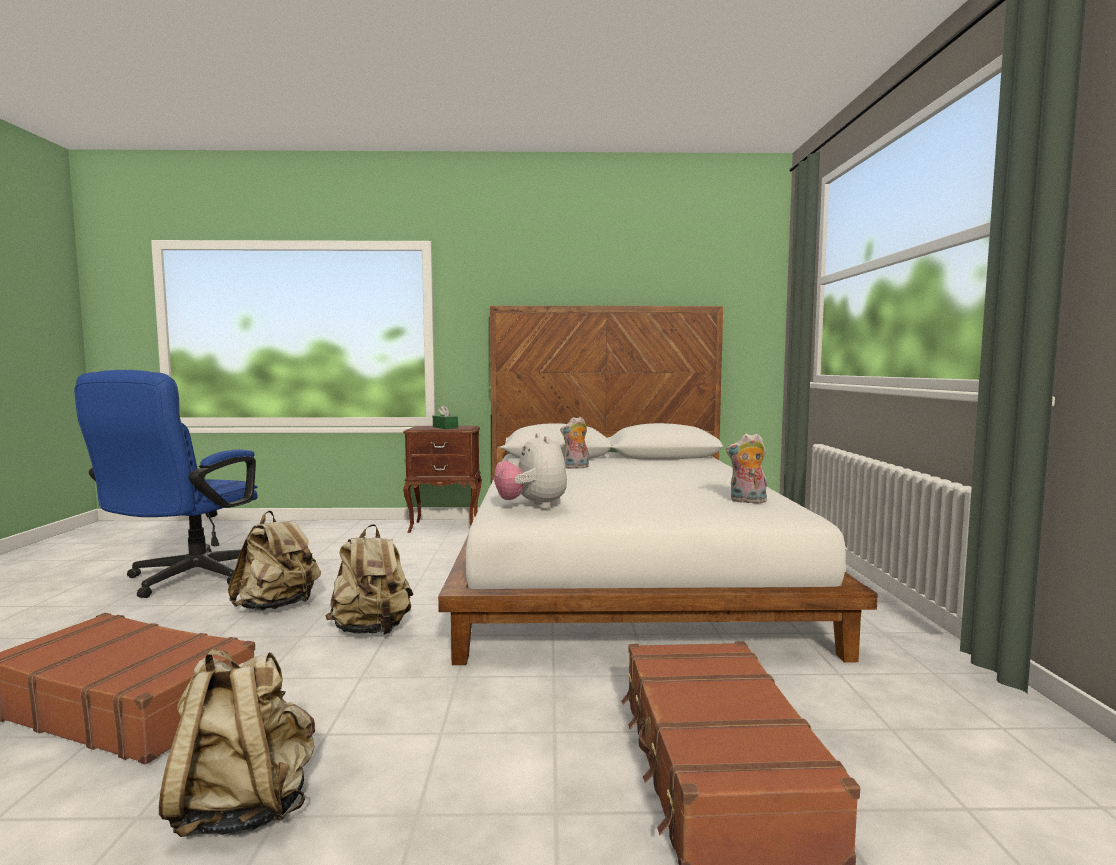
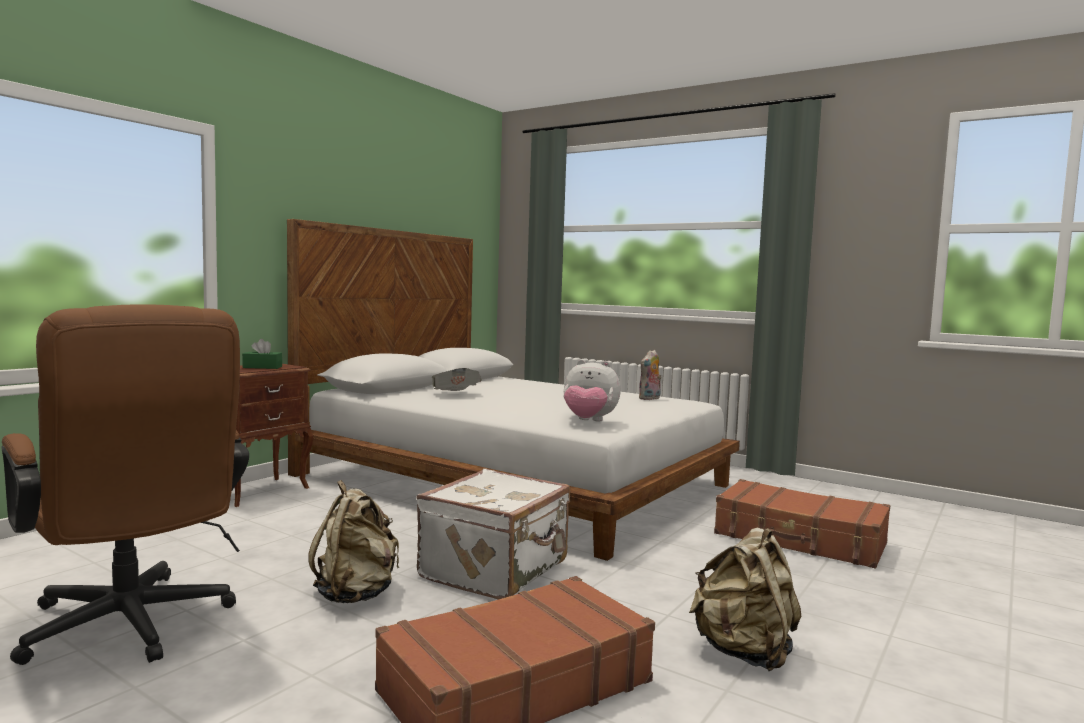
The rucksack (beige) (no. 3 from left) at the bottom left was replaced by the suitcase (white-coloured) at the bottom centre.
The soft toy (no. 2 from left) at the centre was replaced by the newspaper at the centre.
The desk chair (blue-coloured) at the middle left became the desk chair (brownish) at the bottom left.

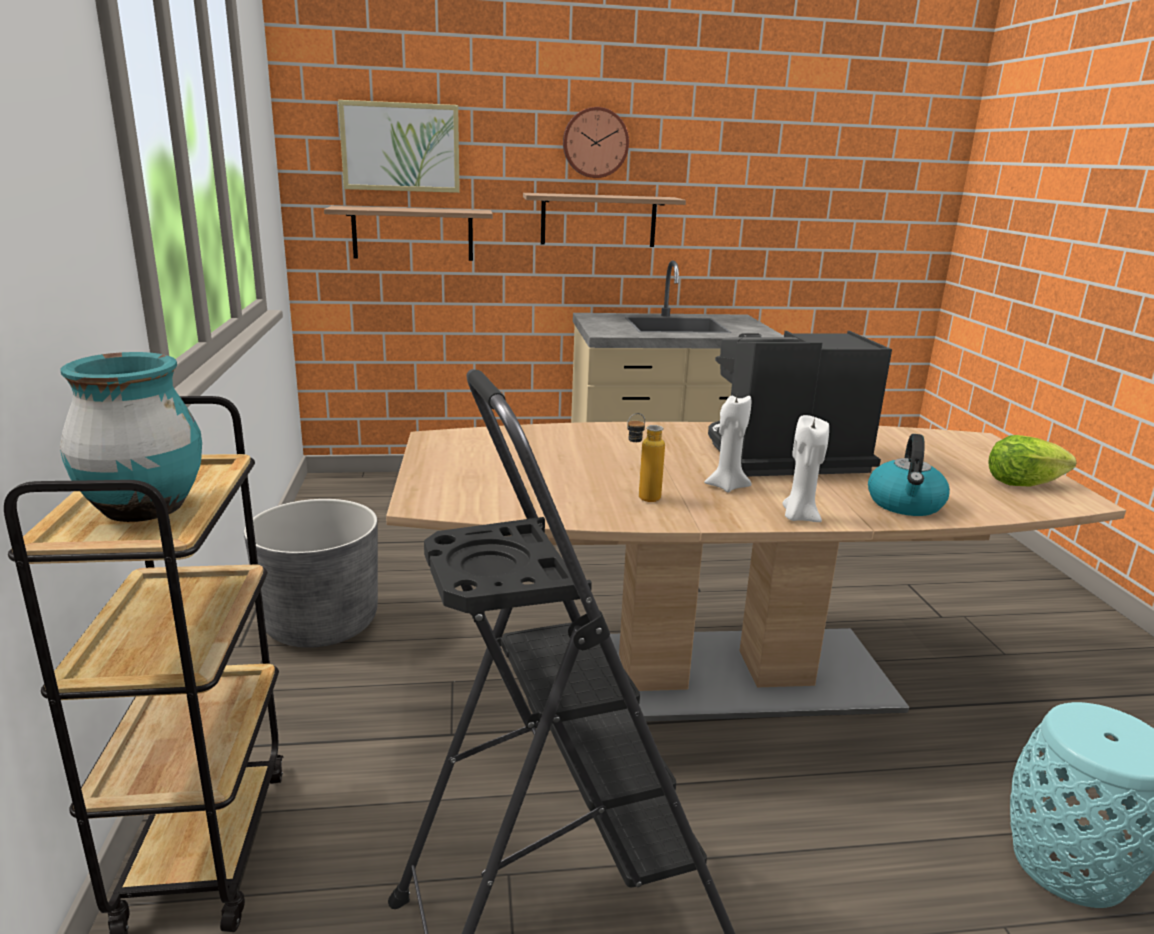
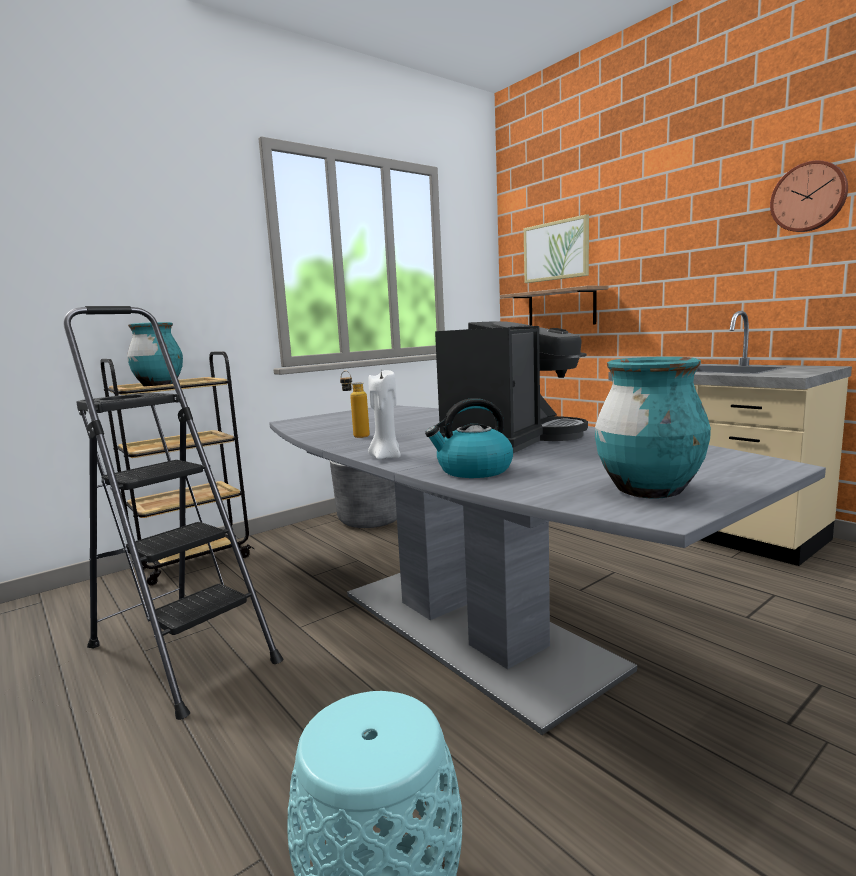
The shelf (no. 2 from left) at the top centre disappeared.
The candle (white-coloured) (no. 1 from left) at the centre disappeared.
The wall clock moved from the top centre to the top right.
The lettuce head at the middle right was replaced by the flower vase (blue-green) (no. 2 from left) at the middle right.
The dining table (brownish) at the centre became the dining table (grey) at the centre.
The coffee machine at the middle right turned 75 degrees clockwise.

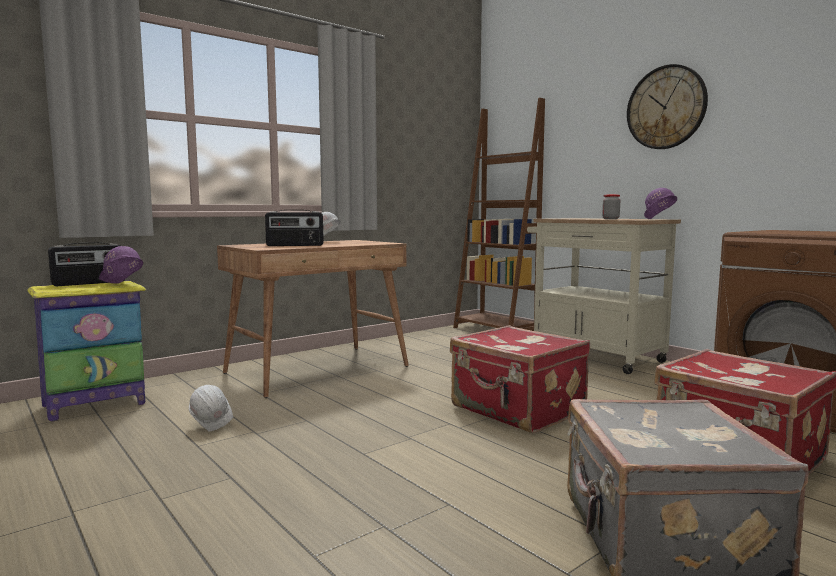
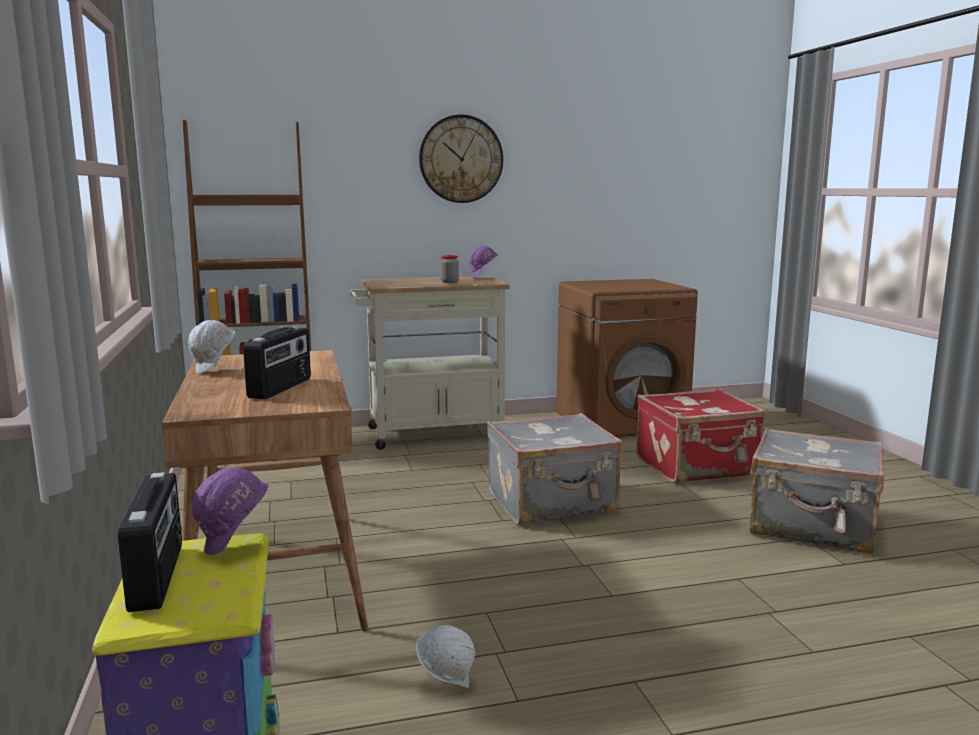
The suitcase (red) (no. 1 from left) at the centre became the suitcase (grey) (no. 1 from left) at the centre.

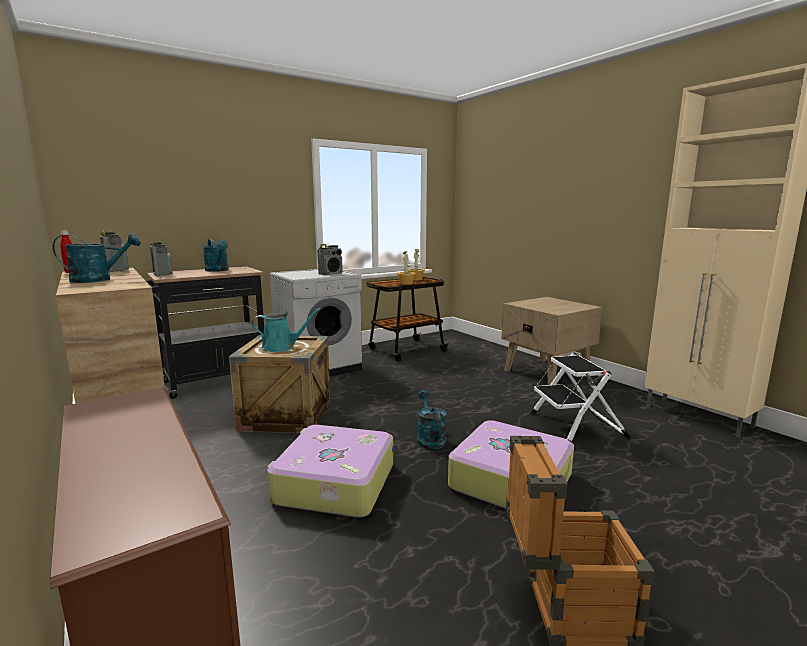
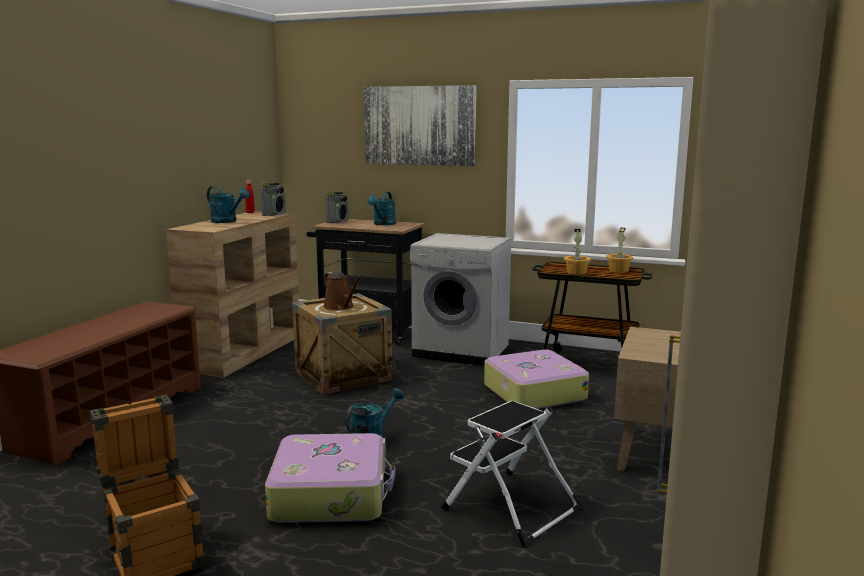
The radio receiver (no. 3 from left) at the centre disappeared.
The picture at the top centre appeared.
The suitcase (no. 1 from left in the first image) moved from the bottom centre to the centre.
The watering can (blue-green) (no. 3 from left) at the centre became the watering can (brownish) at the centre.

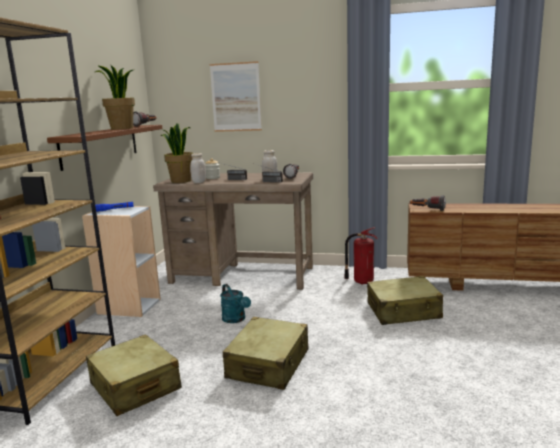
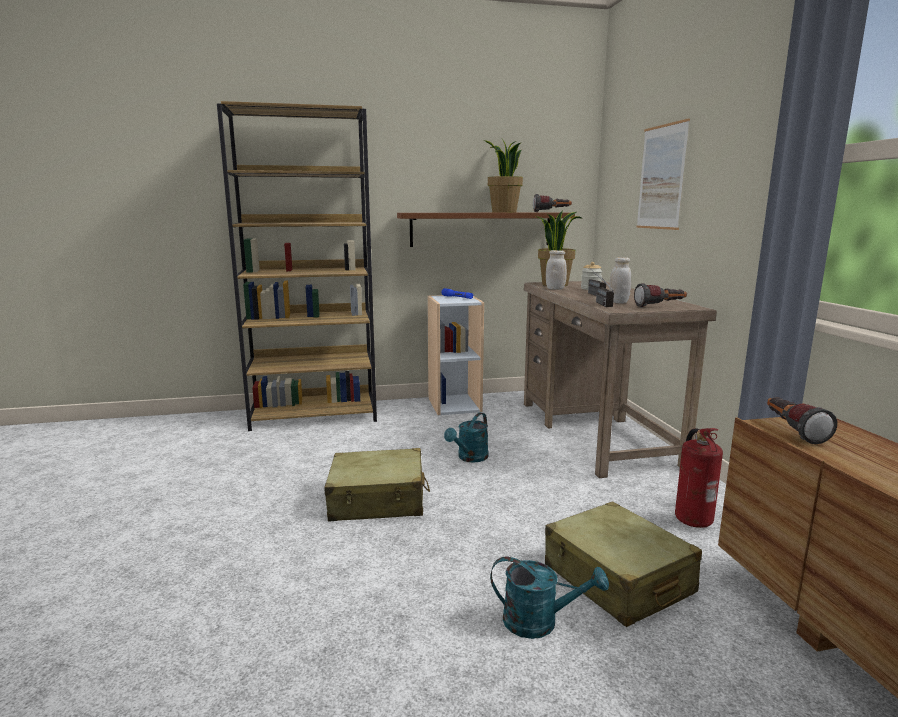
The suitcase (beige) (no. 1 from left) at the bottom left disappeared.
The watering can (blue-green) (no. 2 from left) at the bottom centre appeared.

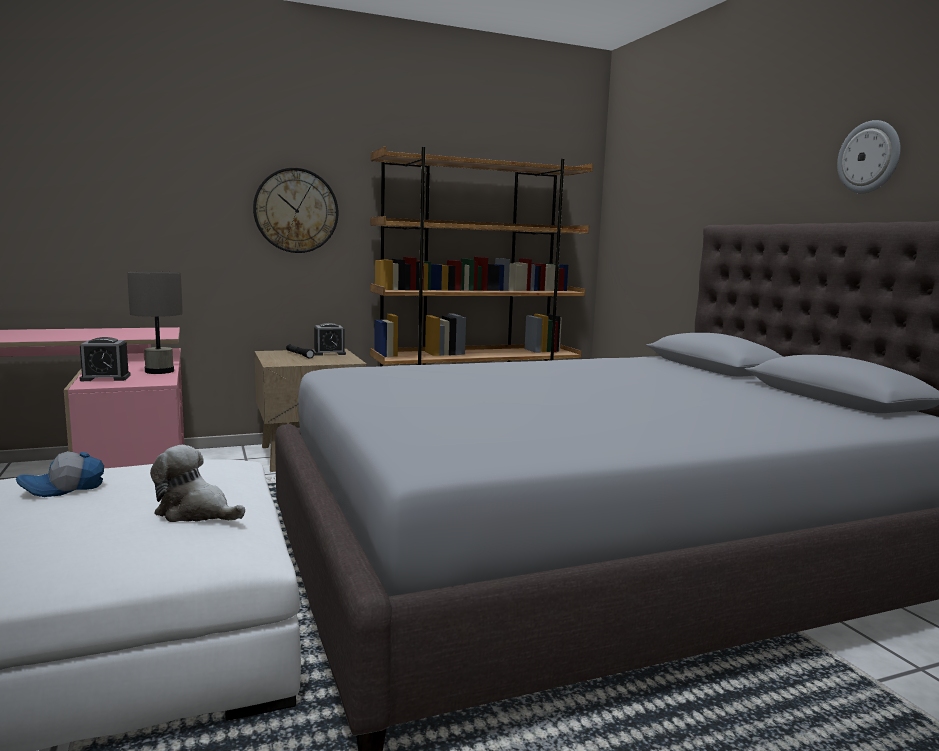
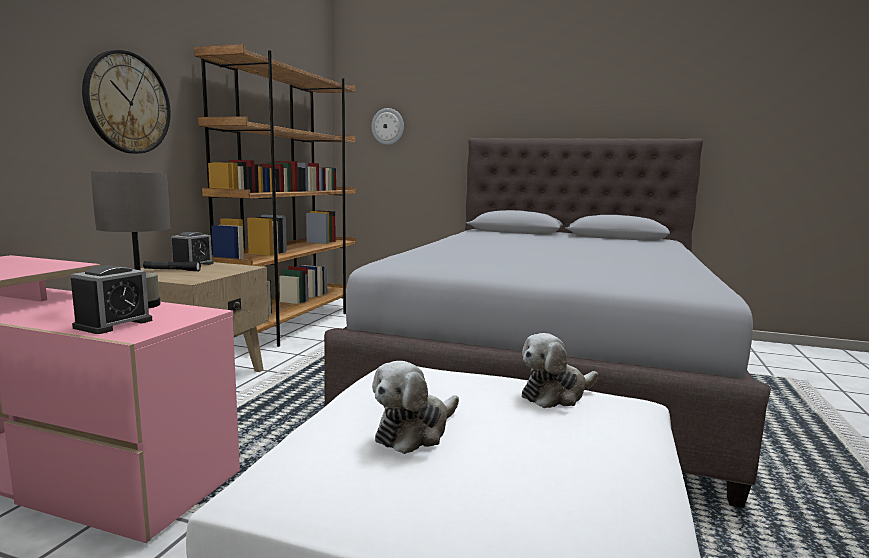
The wall clock (no. 2 from left) moved from the top right to the top centre.
The cap at the middle left was replaced by the soft toy (no. 1 from left) at the bottom centre.

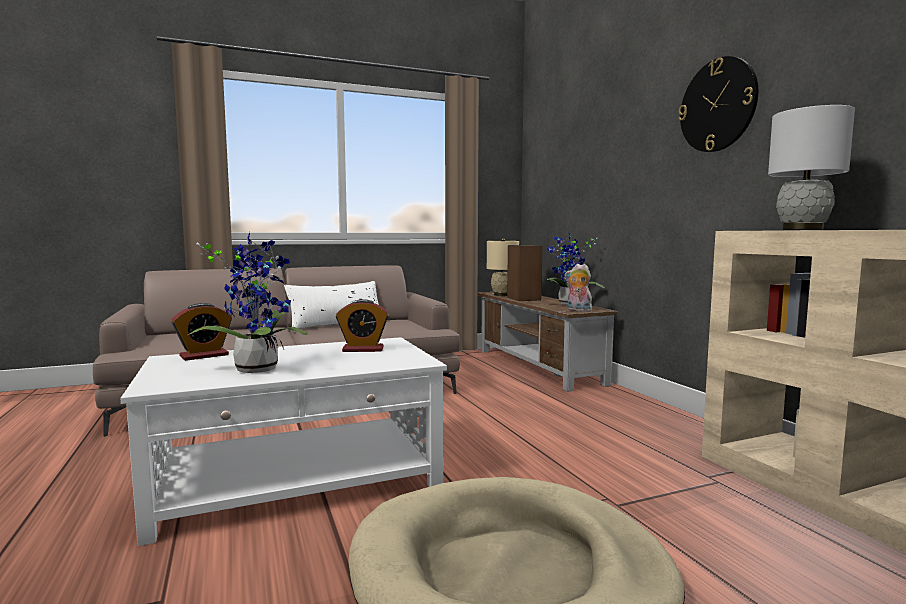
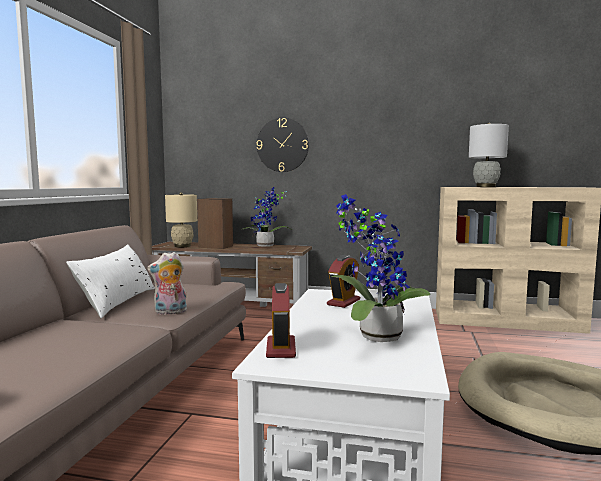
The soft toy moved from the centre to the middle left.
The wall clock moved from the top right to the top centre.

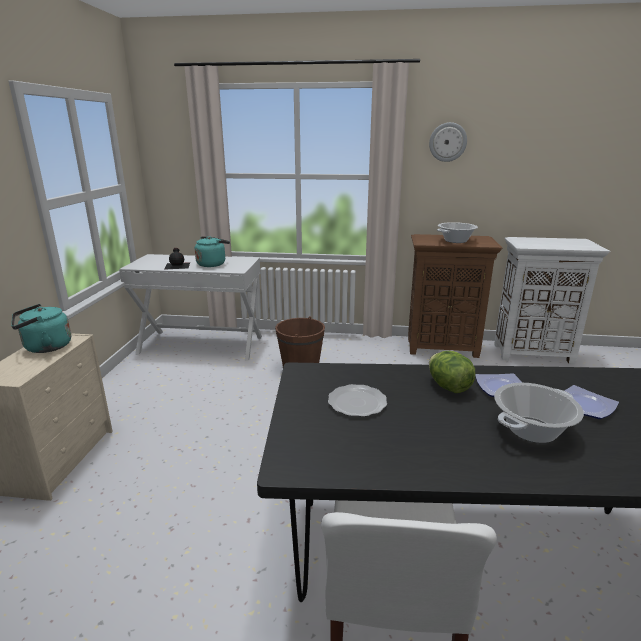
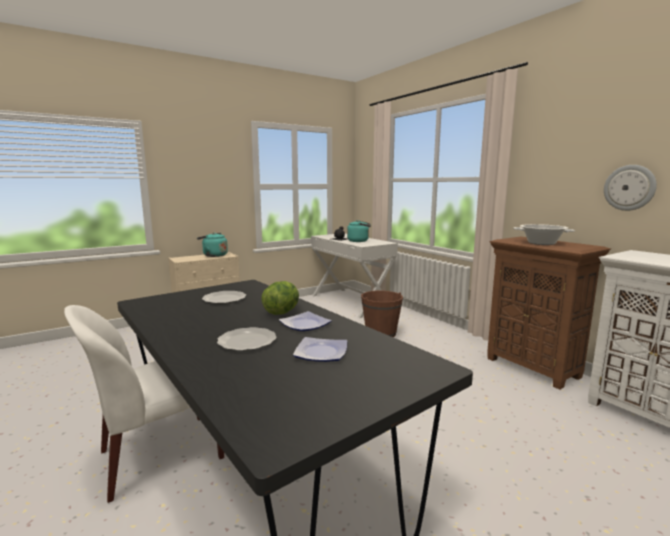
The wall clock moved from the top right to the middle right.
The cooking pot (no. 2 from left) at the middle right was replaced by the plate (no. 2 from left) at the centre.

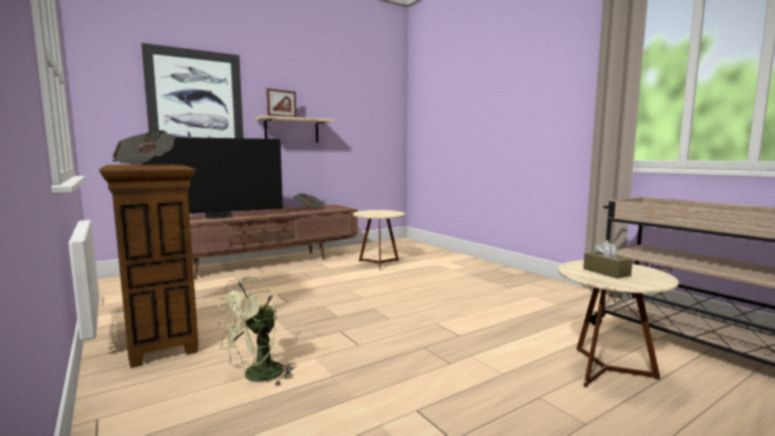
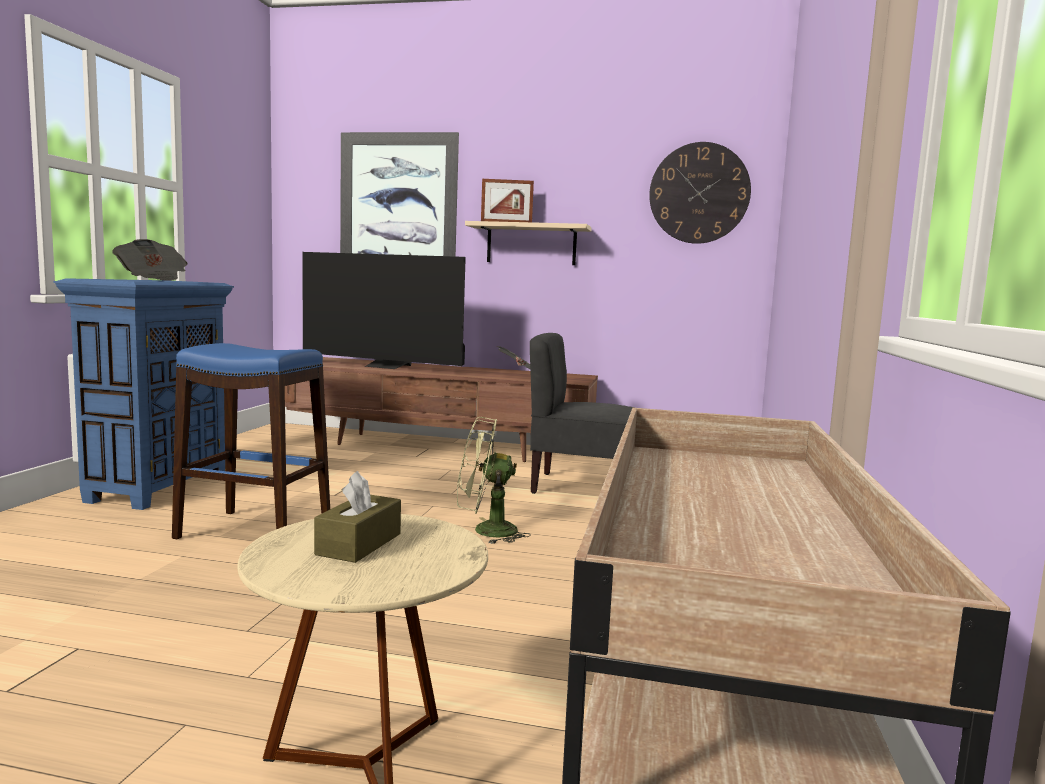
The stool seat (blue-coloured) at the middle left appeared.
The wall clock at the top right appeared.
The cooling fan (greenish) moved from the bottom left to the centre.
The accent table (beige) (no. 1 from left) at the centre was replaced by the chair (grey) at the centre.
The cabinet (brownish) at the middle left became the cabinet (blue-coloured) at the middle left.

